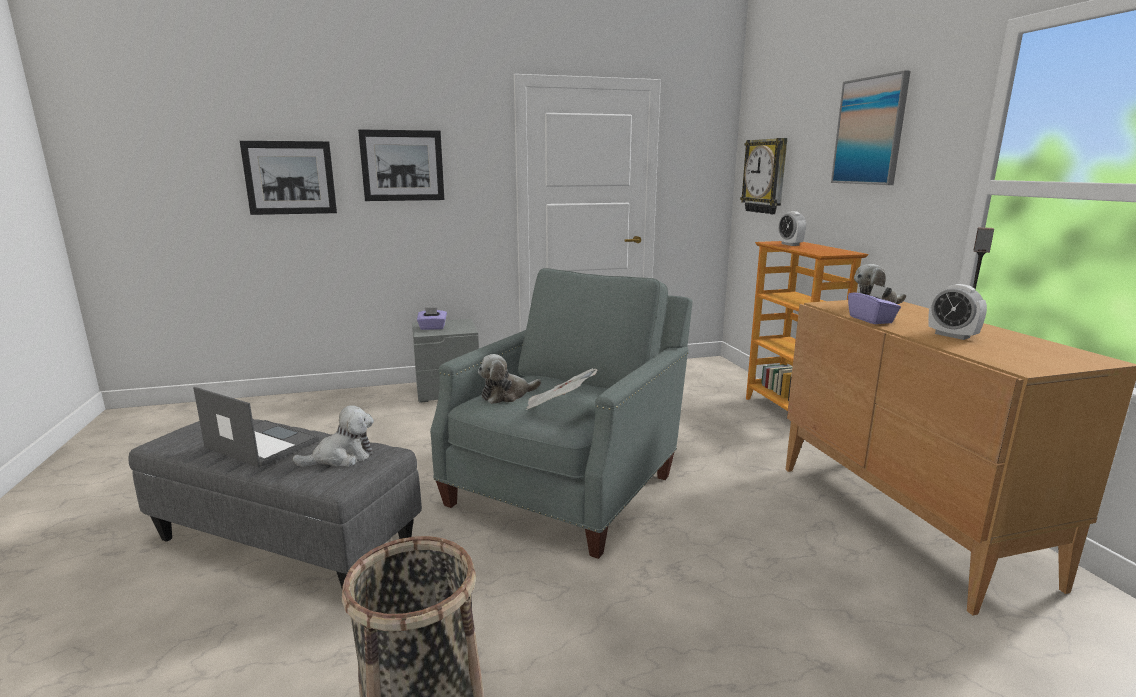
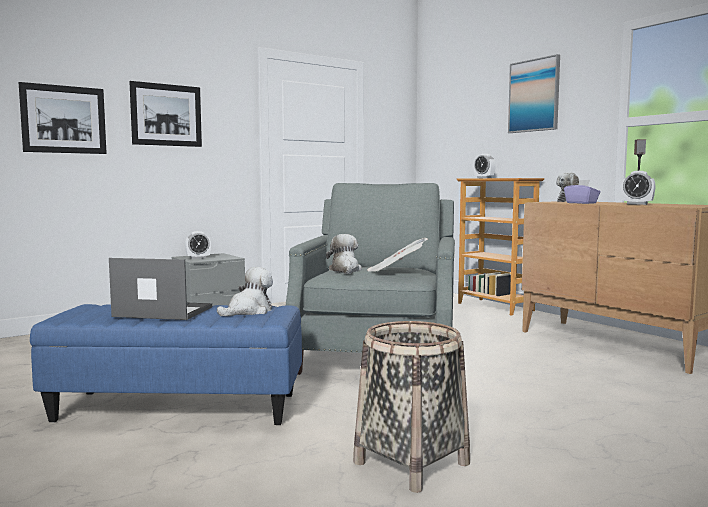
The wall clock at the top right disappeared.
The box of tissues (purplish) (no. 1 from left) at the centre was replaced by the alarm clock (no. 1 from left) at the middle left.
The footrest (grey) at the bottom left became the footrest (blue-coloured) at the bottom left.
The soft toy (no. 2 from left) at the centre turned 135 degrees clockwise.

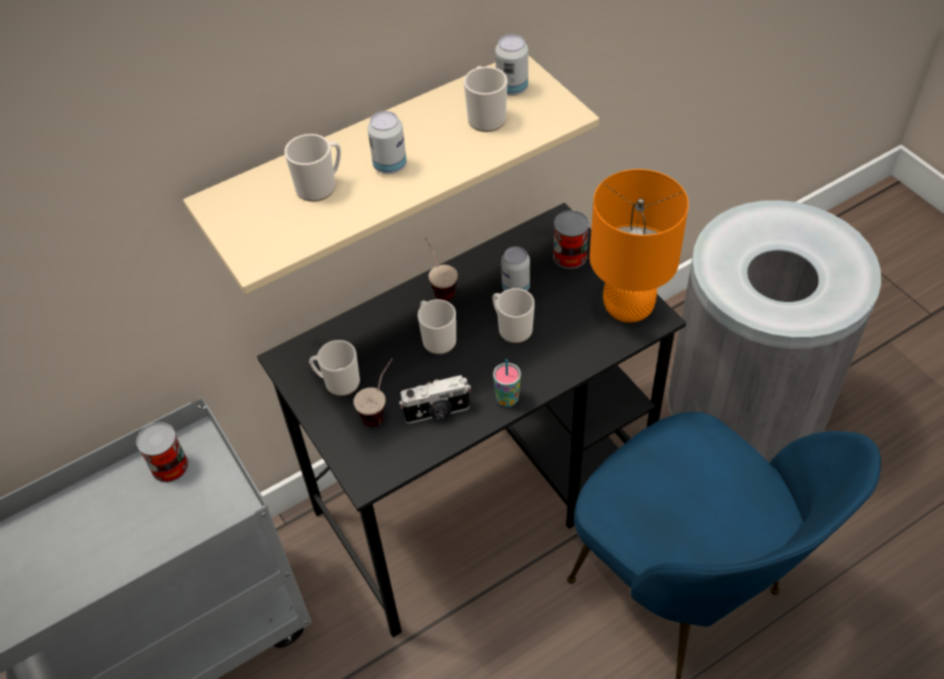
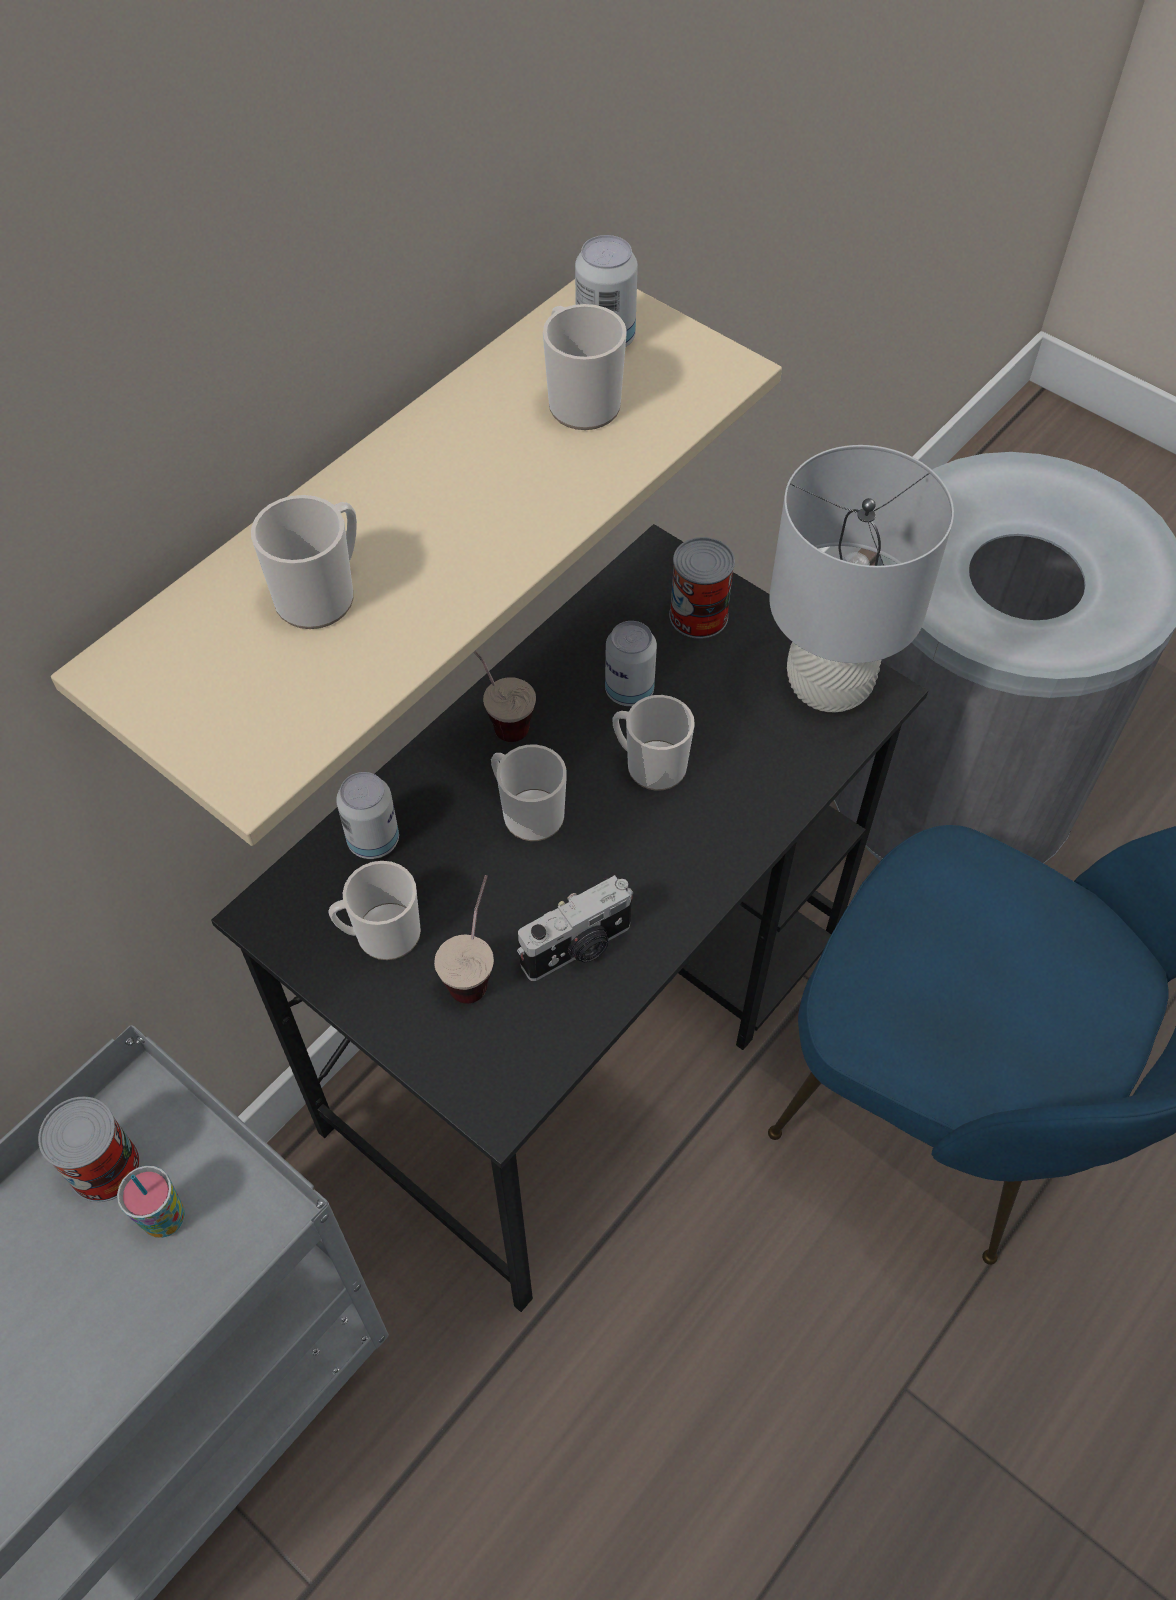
The metal can (no. 2 from left) moved from the top centre to the middle left.
The small cup (no. 3 from left in the first image) moved from the centre to the bottom left.
The tabletop lamp (orange-coloured) at the middle right became the tabletop lamp (grey) at the middle right.

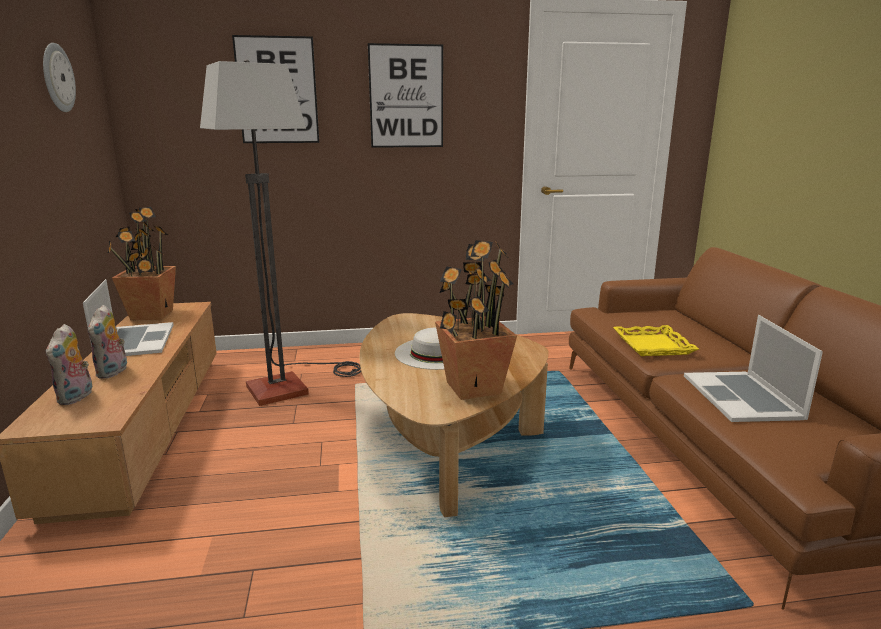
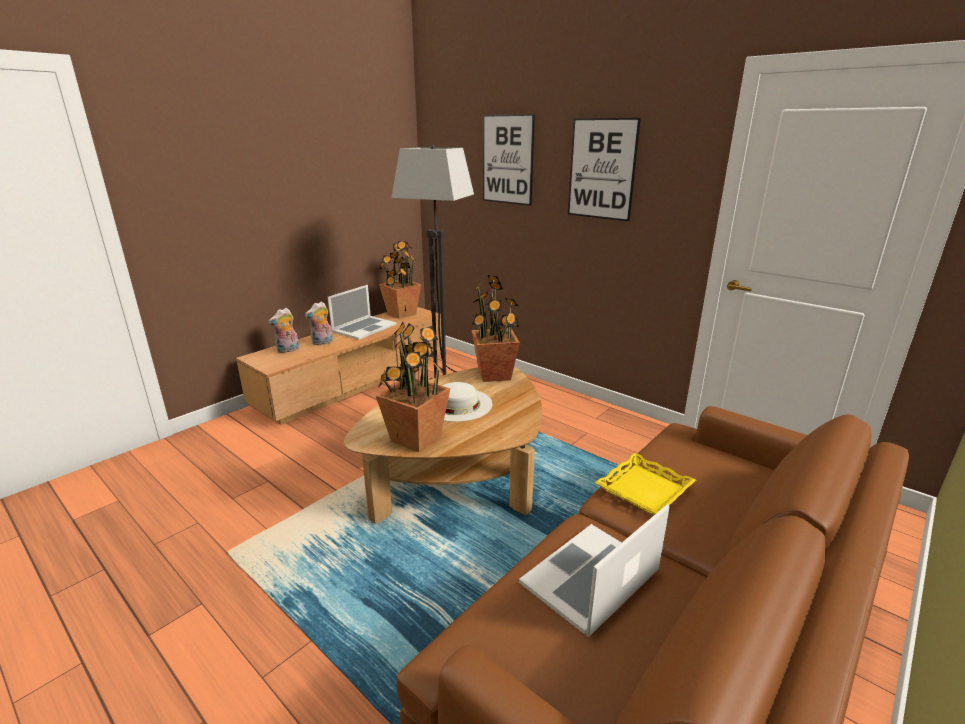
The wall clock at the top left disappeared.
The houseplant (no. 3 from left) at the centre appeared.

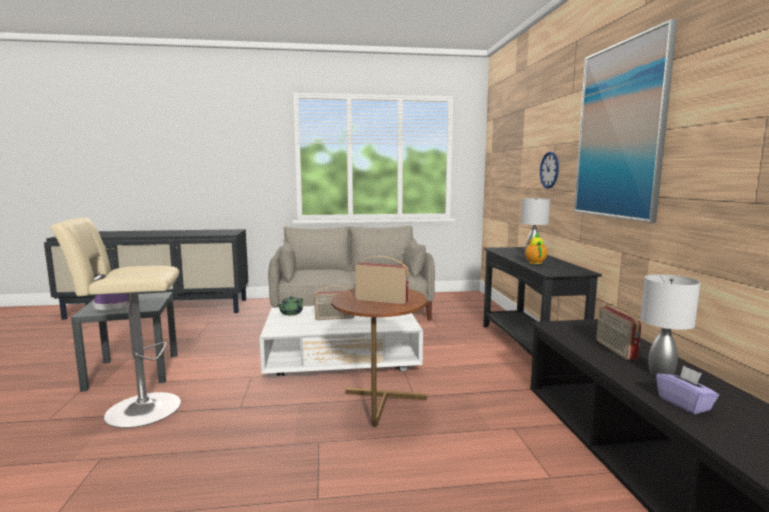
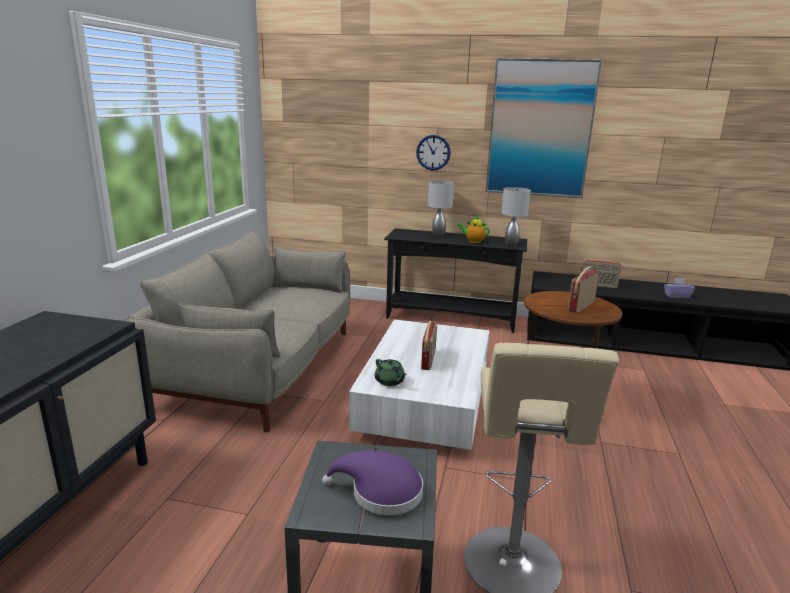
The tabletop lamp (grey) (no. 2 from left) moved from the middle right to the centre.

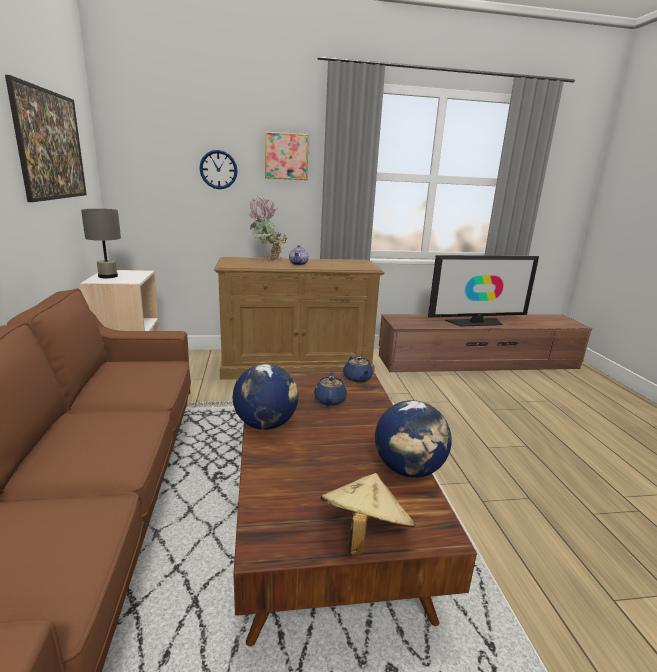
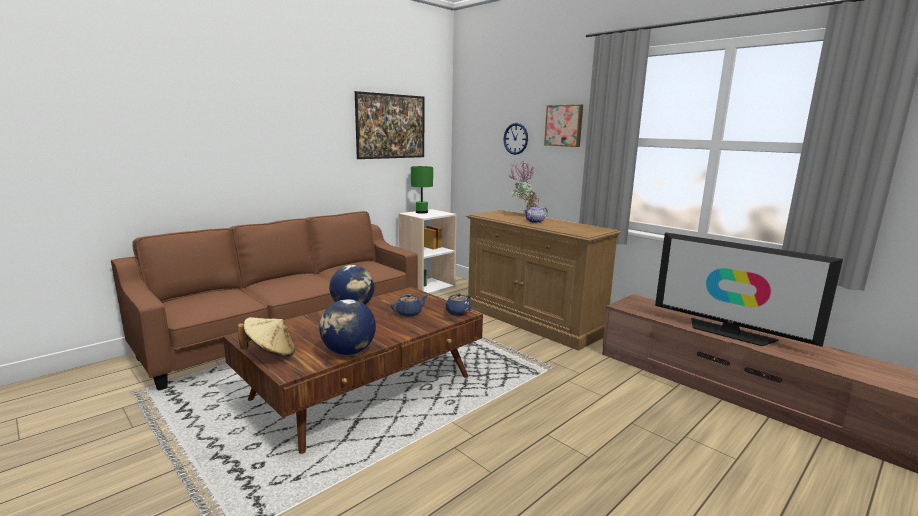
The tabletop lamp (grey) at the middle left became the tabletop lamp (greenish) at the centre.

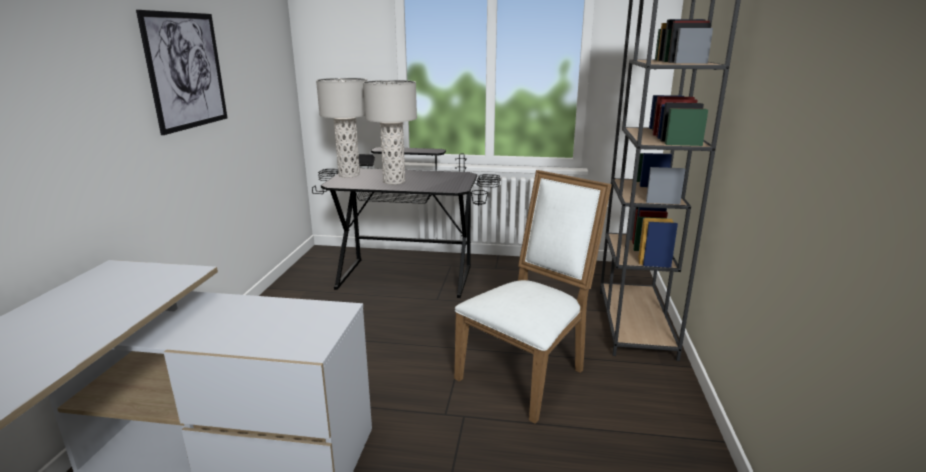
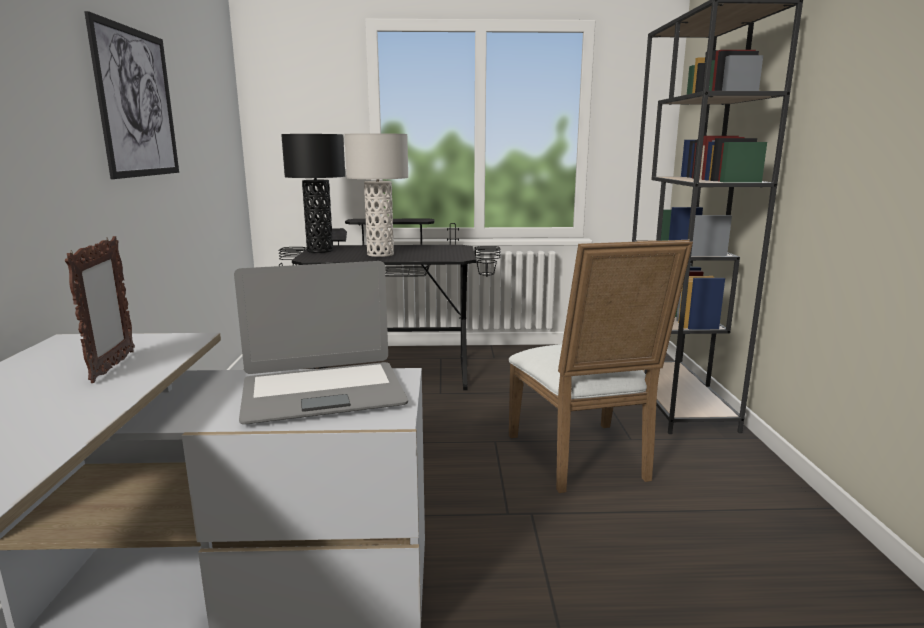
The standing frame at the middle left appeared.
The portable computer at the centre appeared.
The tabletop lamp (white-coloured) (no. 1 from left) at the top centre became the tabletop lamp (black-coloured) at the top centre.
The chair (white-coloured) at the centre turned 135 degrees clockwise.

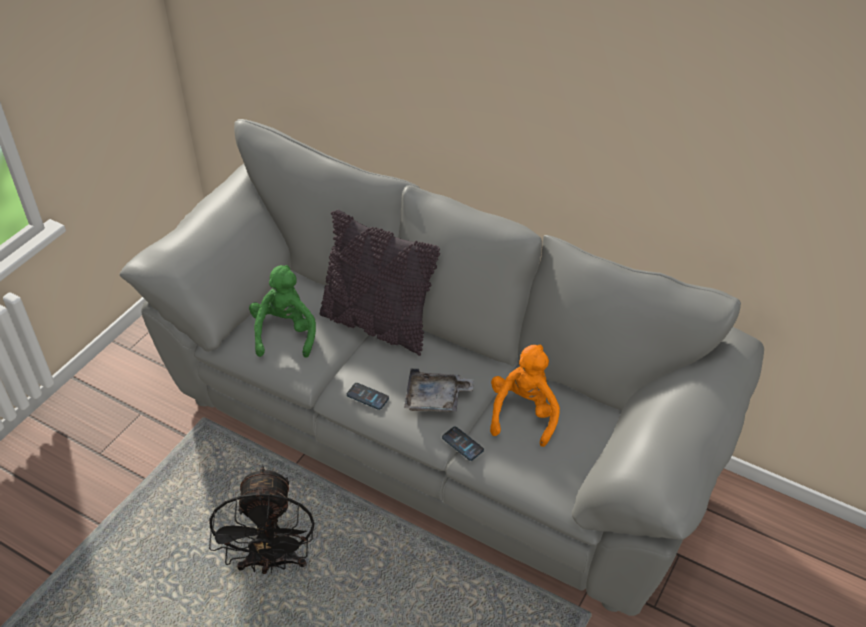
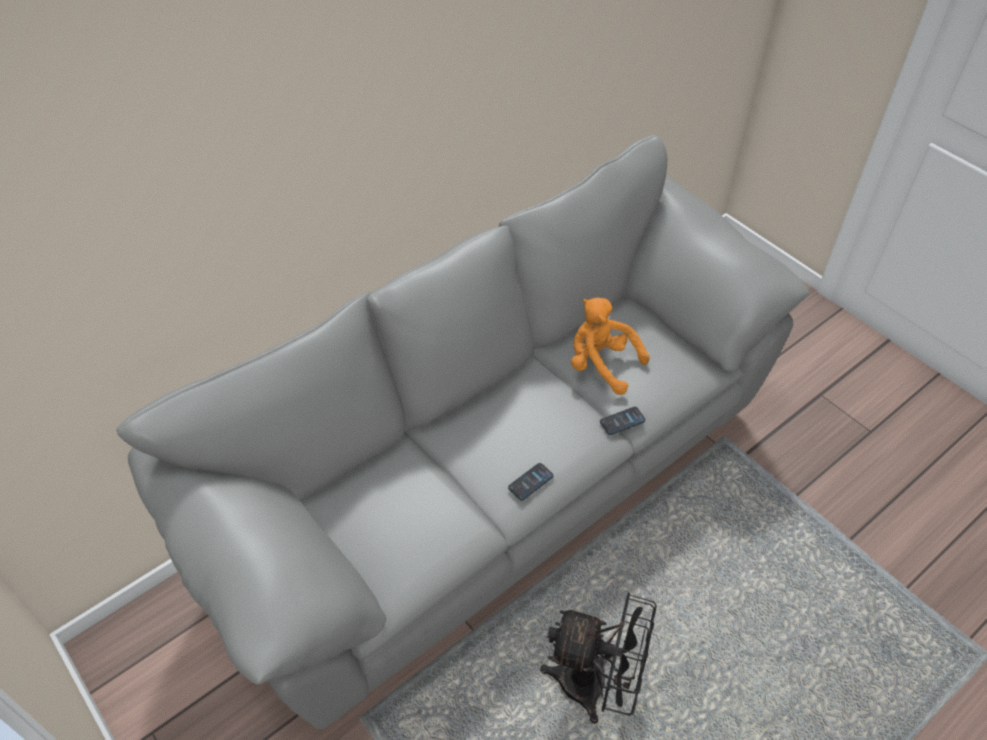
The soft toy (greenish) at the middle left disappeared.
The pillow (black-coloured) at the centre disappeared.
The serving tray (grey) at the centre disappeared.

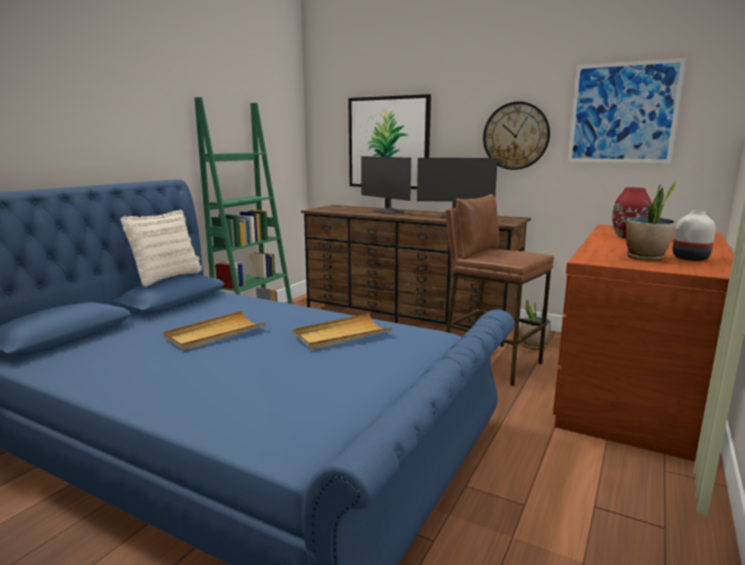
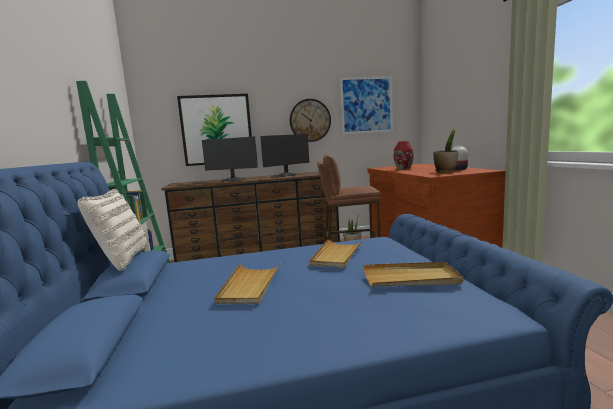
The serving tray (beige) (no. 3 from left) at the bottom right appeared.

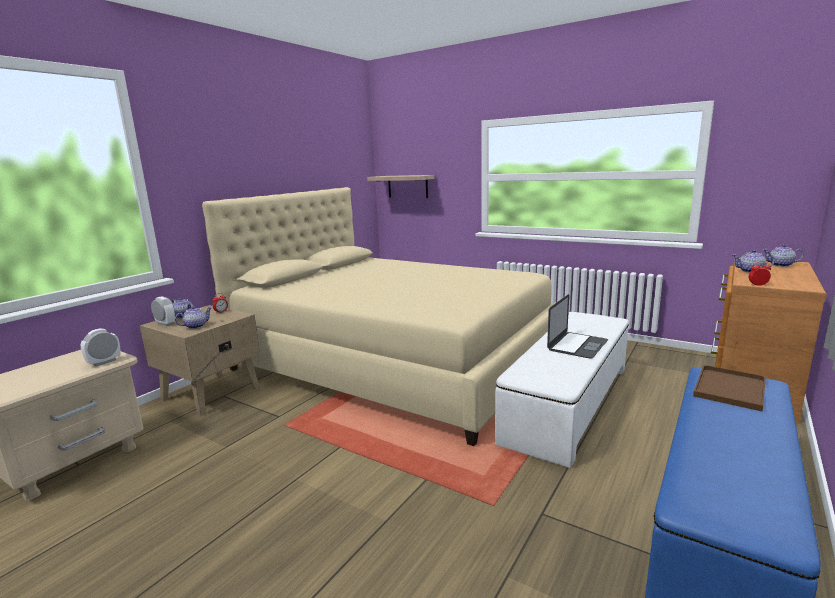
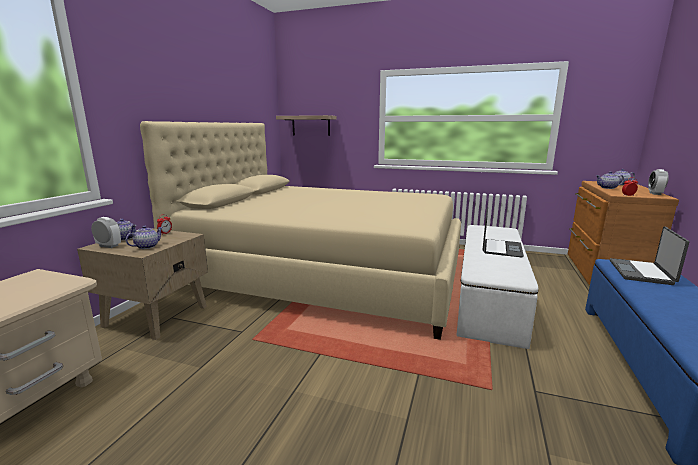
The alarm clock (no. 1 from left in the first image) moved from the middle left to the middle right.
The serving tray (brownish) at the middle right was replaced by the portable computer (no. 2 from left) at the middle right.

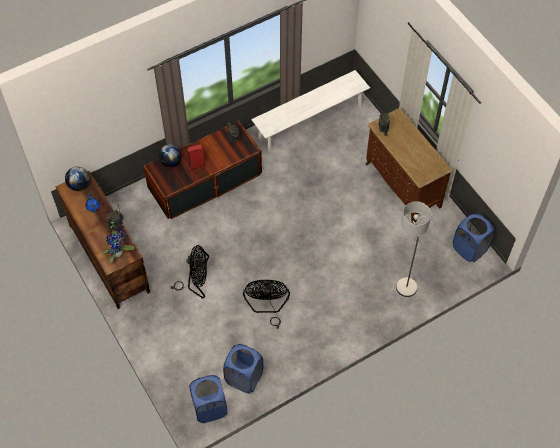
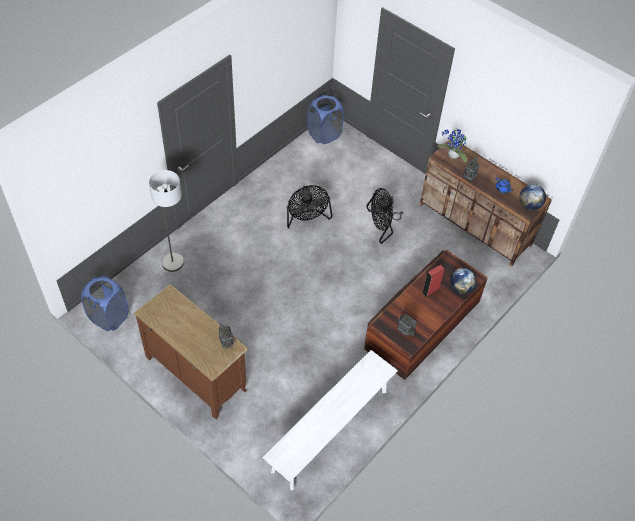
The hamper (blue-coloured) (no. 2 from left) at the bottom centre disappeared.

